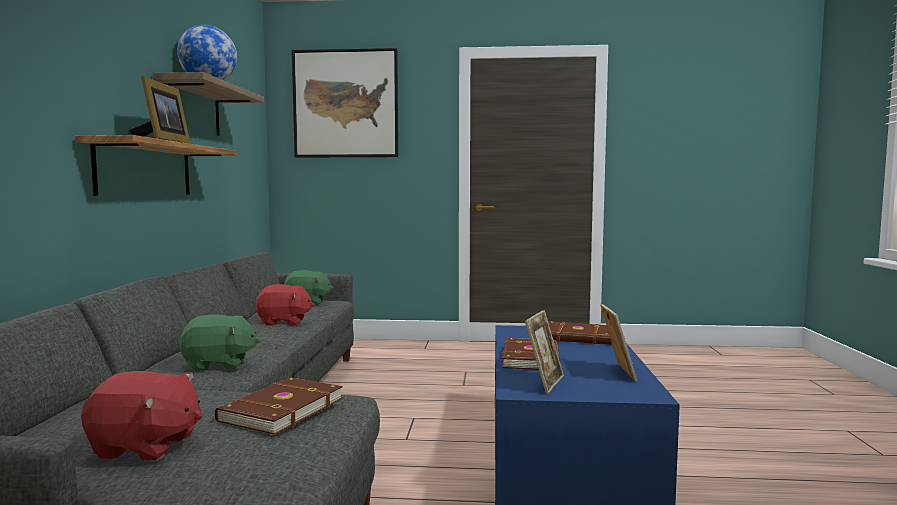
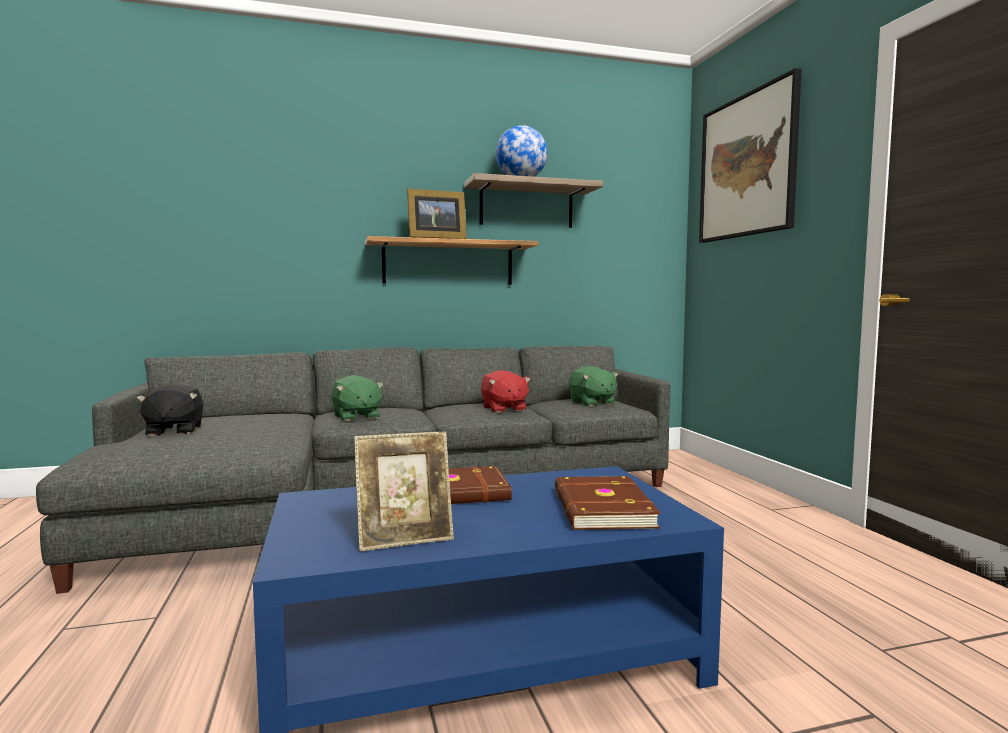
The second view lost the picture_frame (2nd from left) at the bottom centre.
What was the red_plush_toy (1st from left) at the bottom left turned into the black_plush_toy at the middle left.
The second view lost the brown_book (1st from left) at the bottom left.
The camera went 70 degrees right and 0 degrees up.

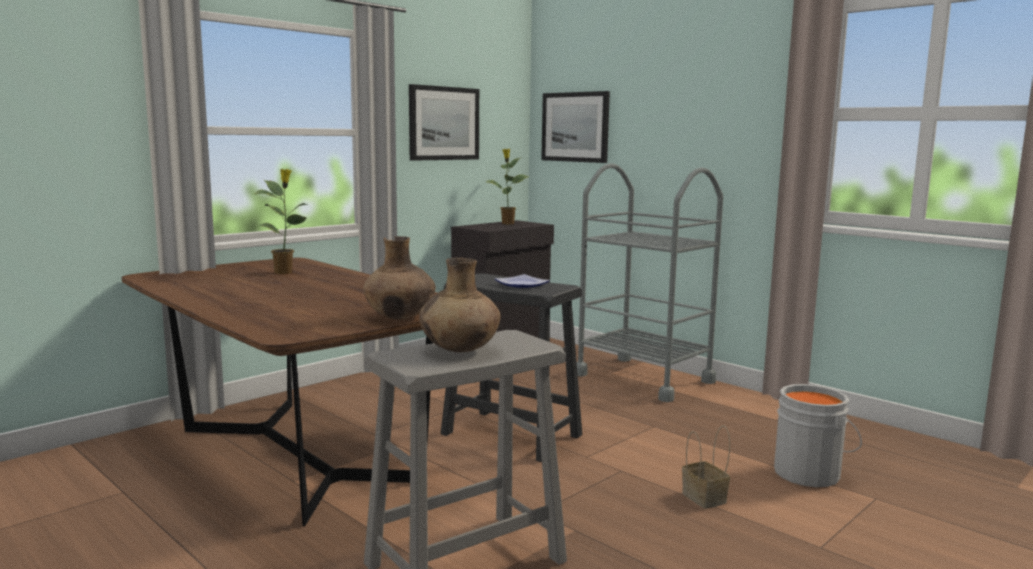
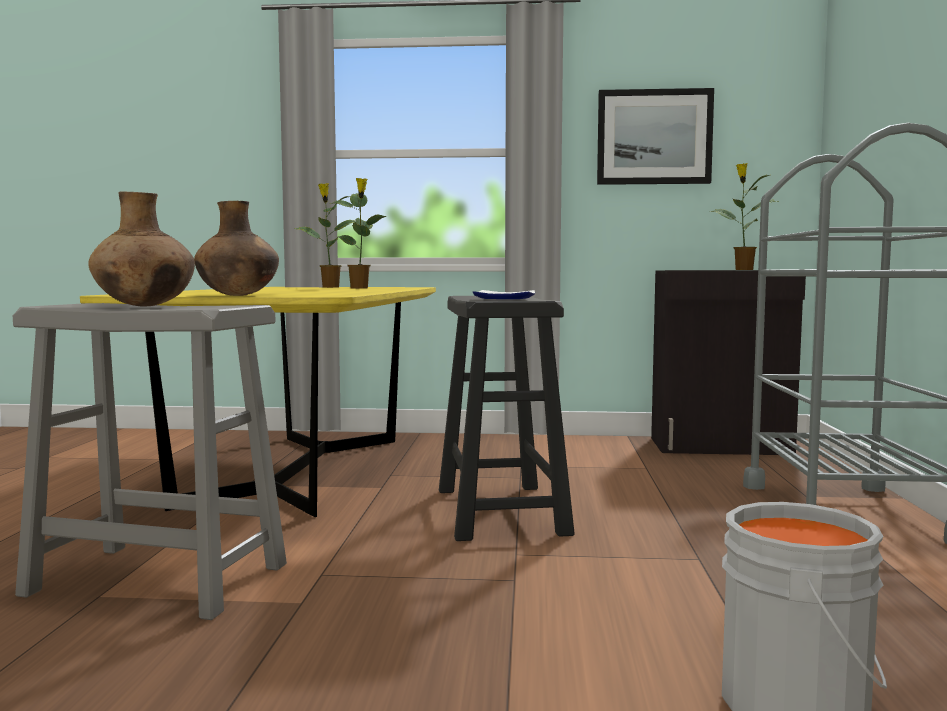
The second view lost the picture (2nd from left) at the top centre.
What was the brown_dining_table at the bottom left turned into the yellow_dining_table at the middle left.
The second view lost the basket at the bottom right.
The second view gained the potted_plant (1st from left) at the top centre.
The camera went 50 degrees right and 5 degrees down.

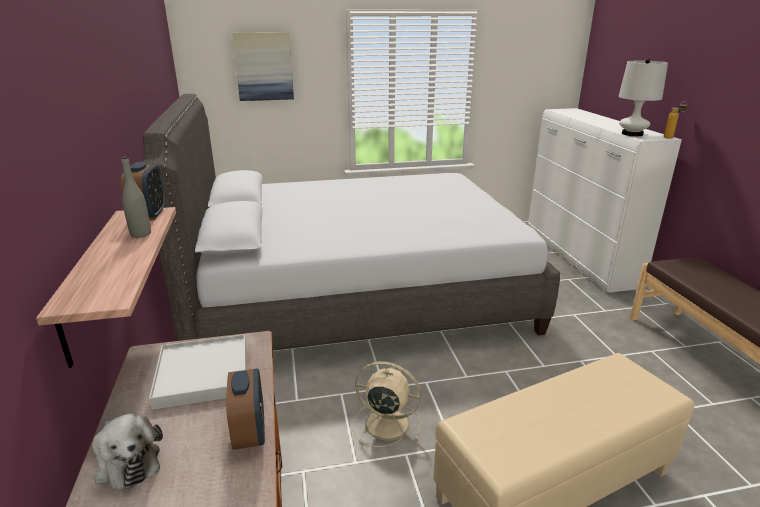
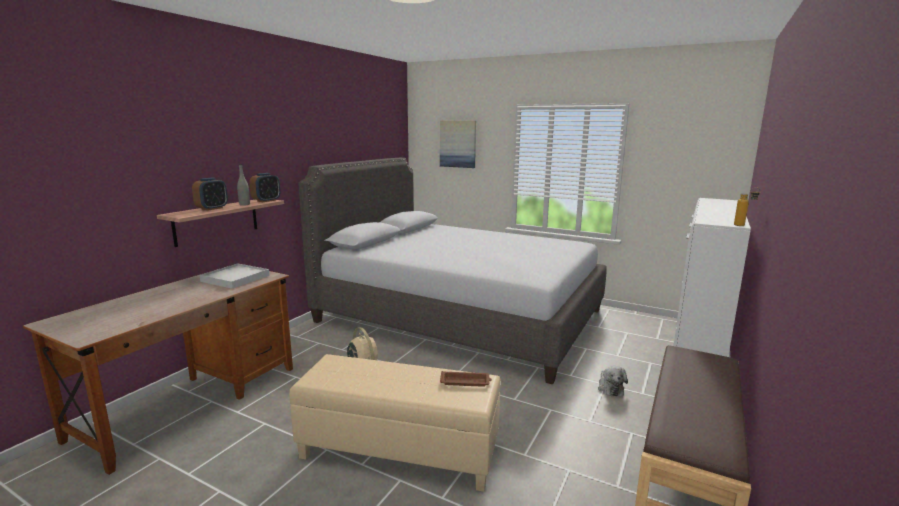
The second view lost the white_table_lamp at the top right.
The alarm_clock (2nd from left in the first image) ended up elsewhere, having gone from the bottom left to the middle left.
The plush_toy ended up elsewhere, having gone from the bottom left to the bottom right.
The second view gained the brown_tray at the bottom centre.
The camera went 40 degrees right and 10 degrees down.

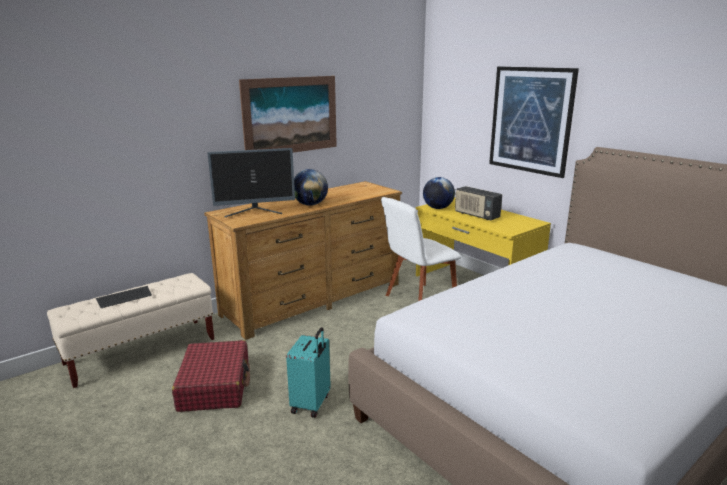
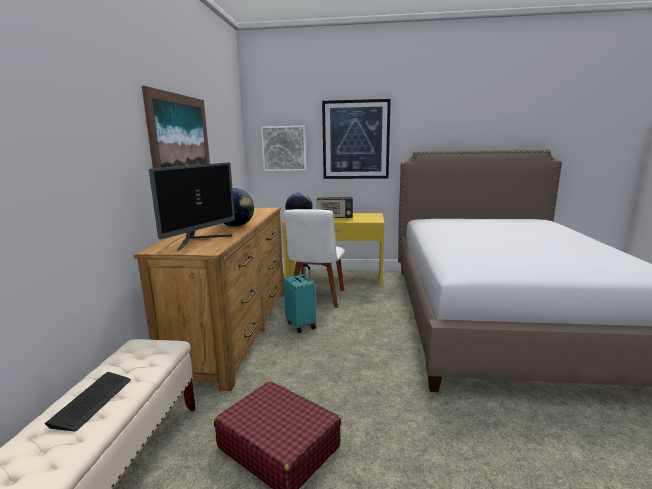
The turquoise_suitcase ended up elsewhere, having gone from the bottom centre to the centre.
The second view gained the picture (2nd from left) at the top centre.
The camera went 45 degrees left and 5 degrees down.

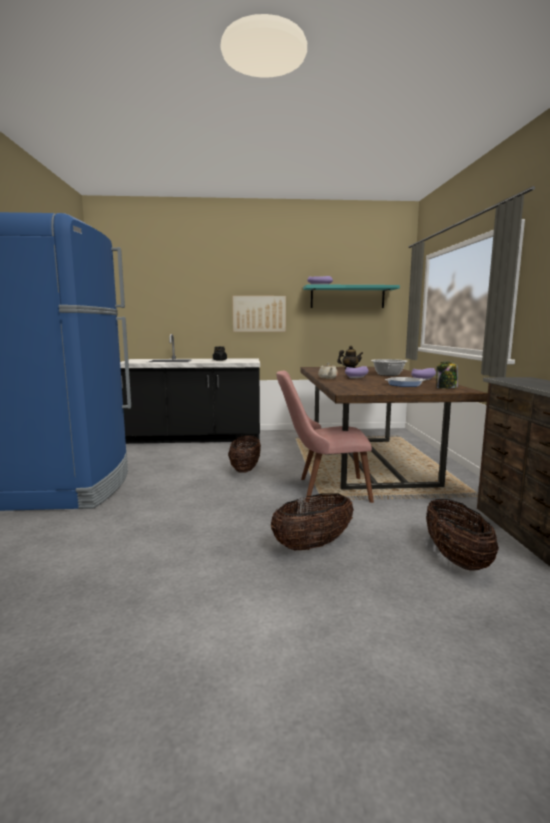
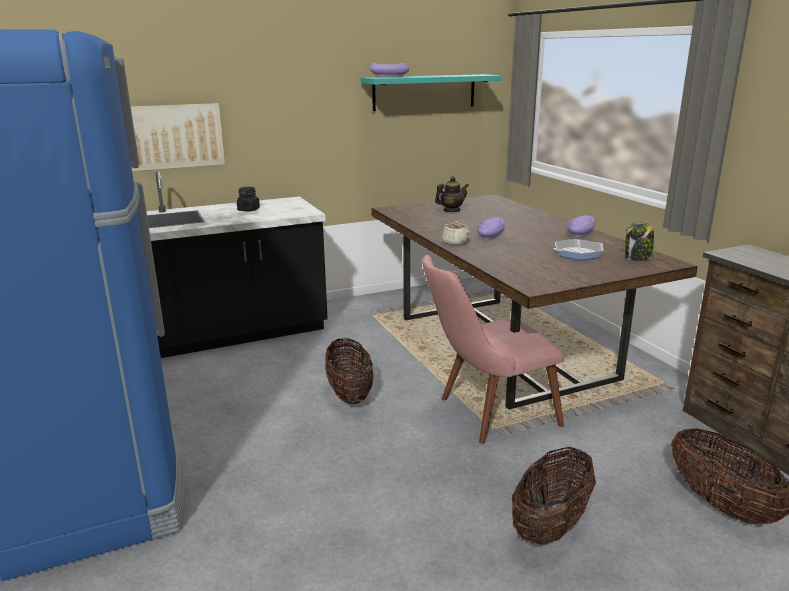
The picture ended up elsewhere, having gone from the centre to the top left.
The second view lost the cooking_pot at the middle right.
The camera went 20 degrees left and 10 degrees up.

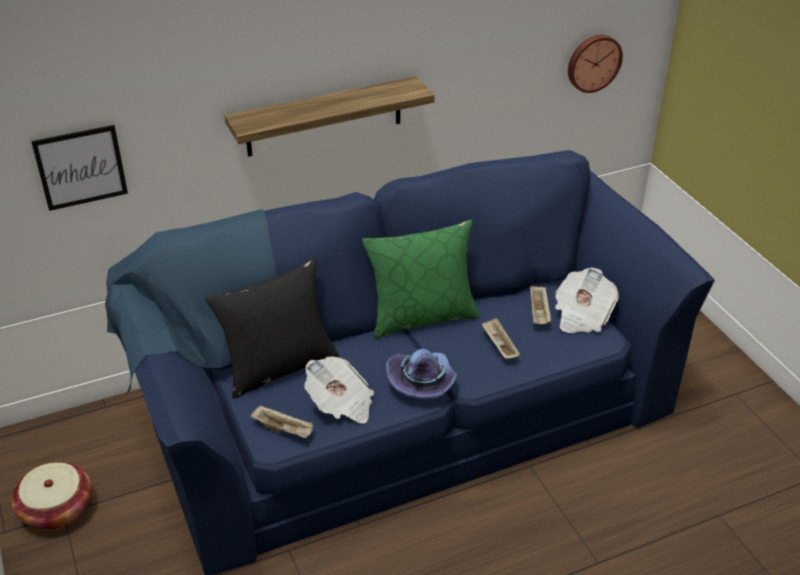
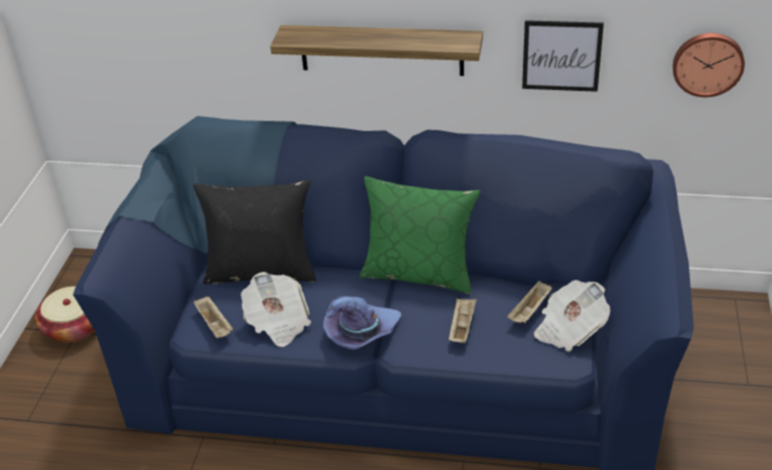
The picture ended up elsewhere, having gone from the top left to the top right.
The camera went 35 degrees right and 0 degrees up.

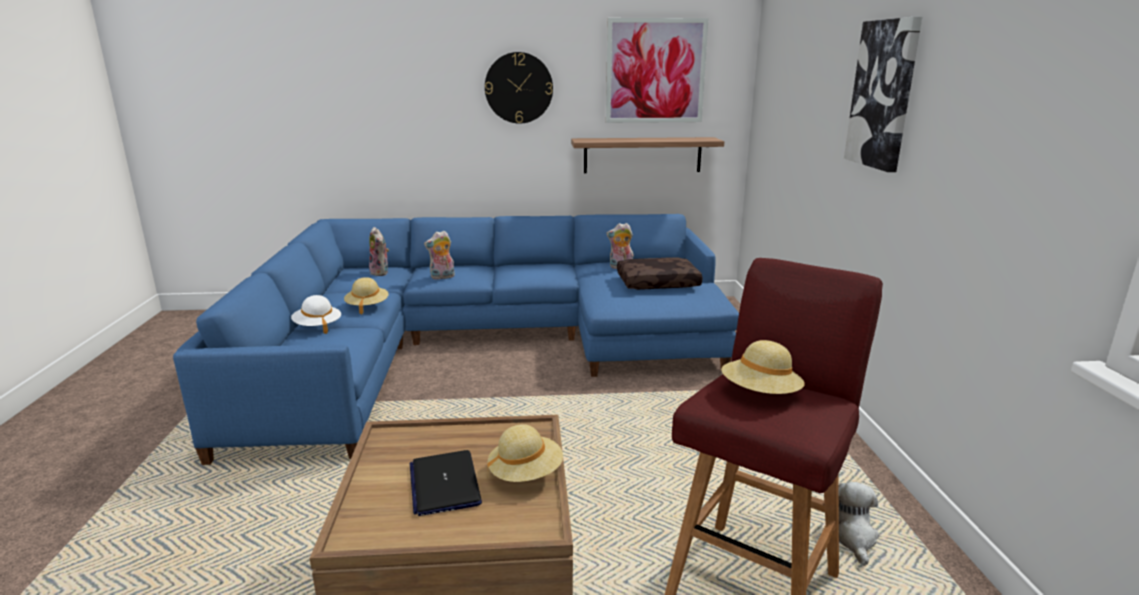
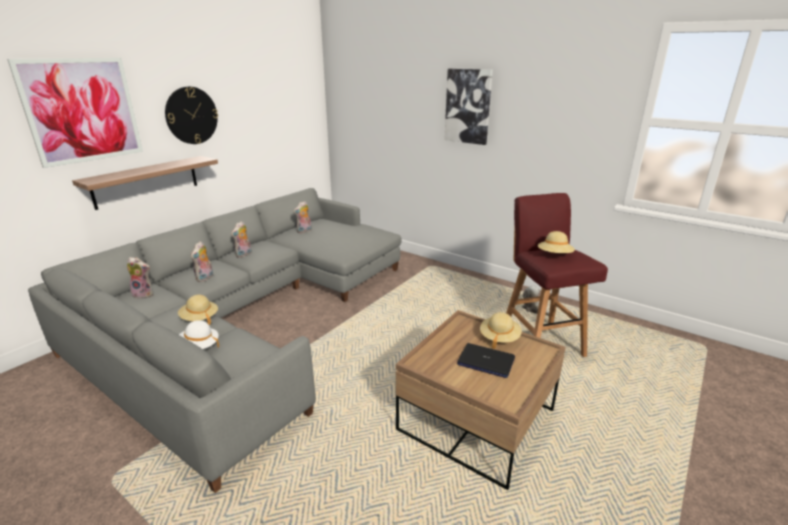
The picture (1st from left) ended up elsewhere, having gone from the top centre to the top left.
The shelf ended up elsewhere, having gone from the top centre to the middle left.
What was the blue_sofa at the centre turned into the grey_sofa at the middle left.
The second view lost the brown_pillow at the centre.
The second view gained the plush_toy (3rd from left) at the middle left.
The camera went 50 degrees left and 5 degrees up.

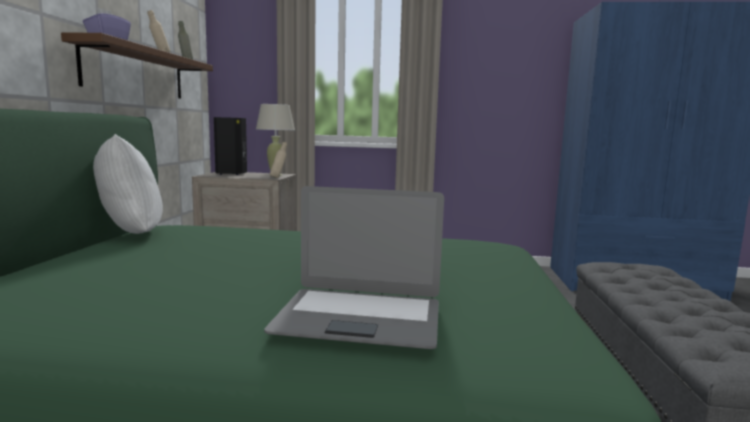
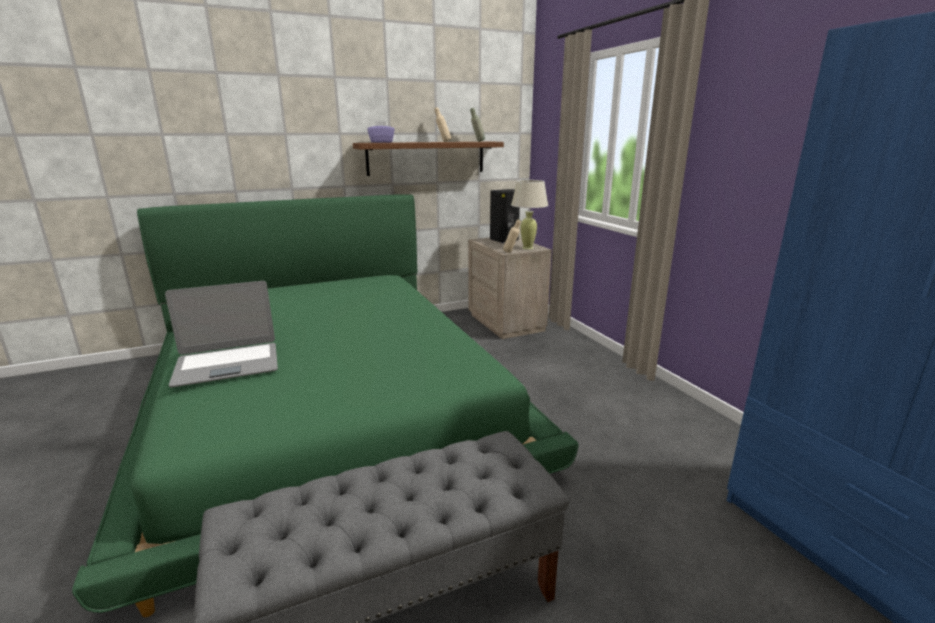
The second view lost the white_pillow at the middle left.
The laptop at the centre ended up facing another way, 90 degrees counterclockwise from before.
The camera went 60 degrees right and 10 degrees up.

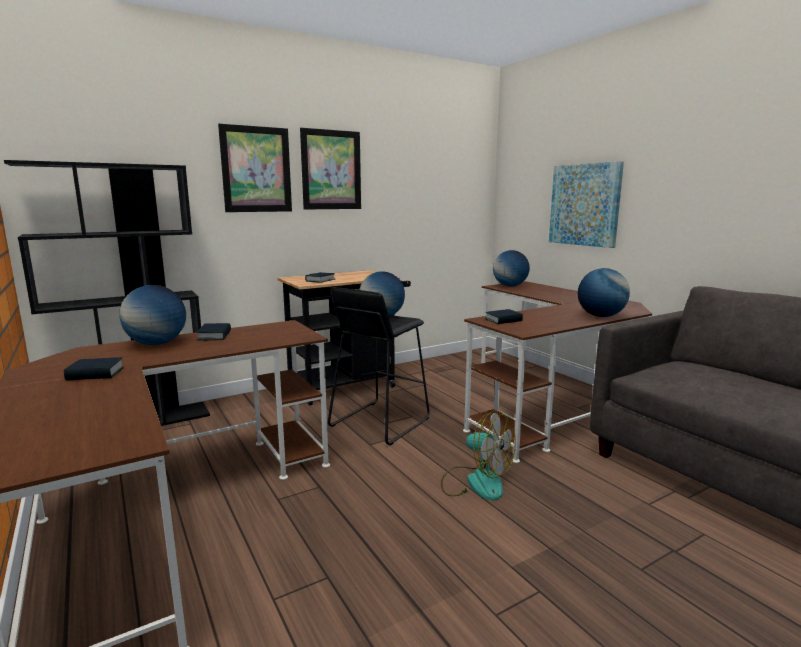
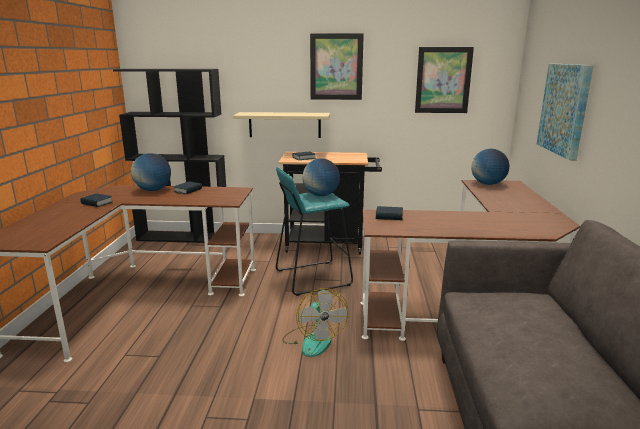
The picture (1st from left in the first image) ended up elsewhere, having gone from the top left to the top right.
The second view lost the globe (4th from left) at the middle right.
What was the black_stool at the centre turned into the turquoise_stool at the centre.
The second view gained the beige_shelf at the top centre.
The camera went 35 degrees right and 5 degrees up.

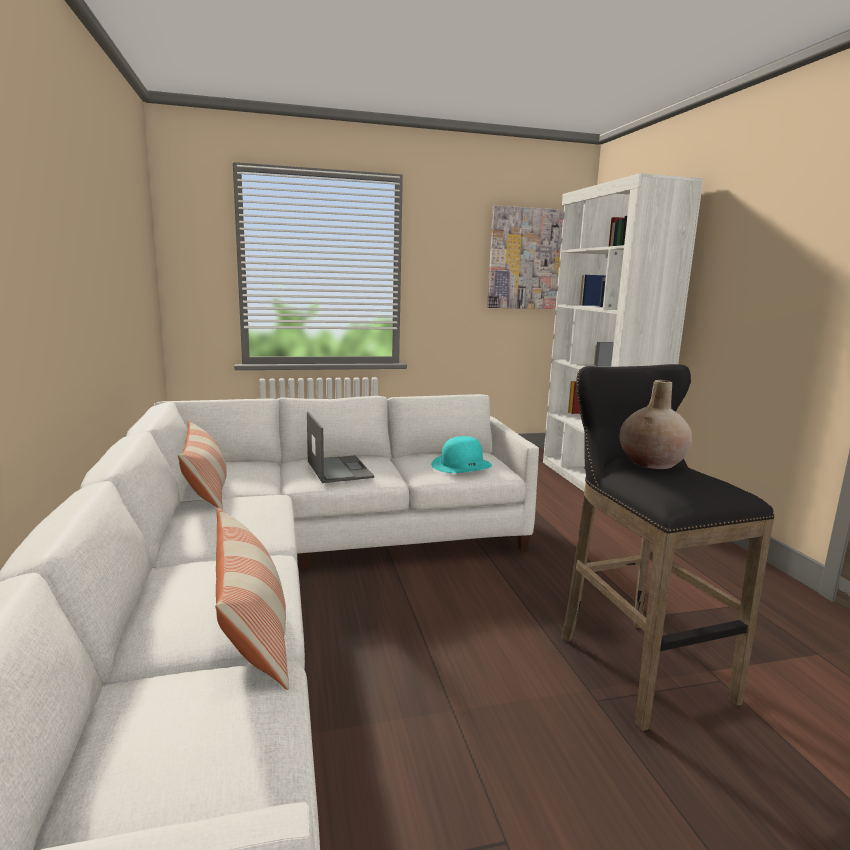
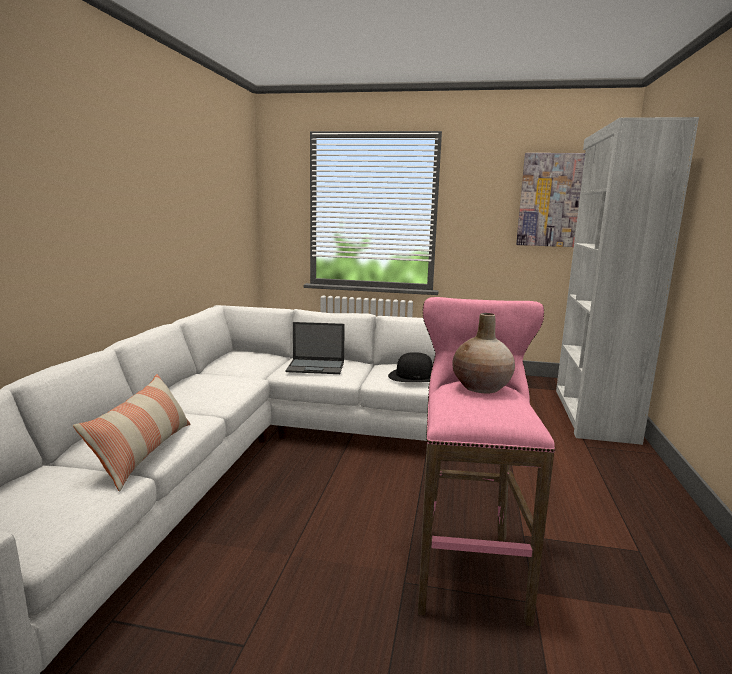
What was the black_stool at the middle right turned into the pink_stool at the bottom centre.
The laptop at the centre ended up facing another way, 90 degrees clockwise from before.
The second view lost the pillow (1st from left) at the middle left.
What was the turquoise_hat at the centre turned into the black_hat at the centre.
The camera went 25 degrees right and 0 degrees up.

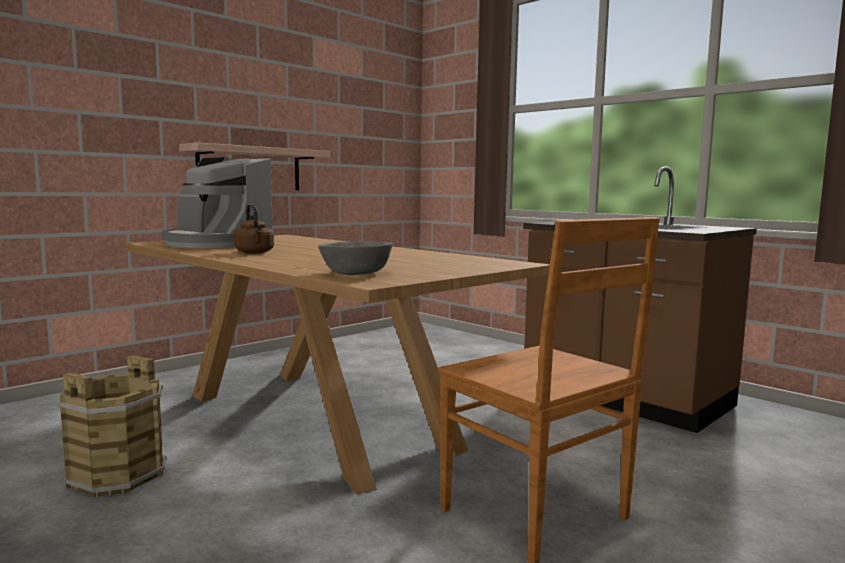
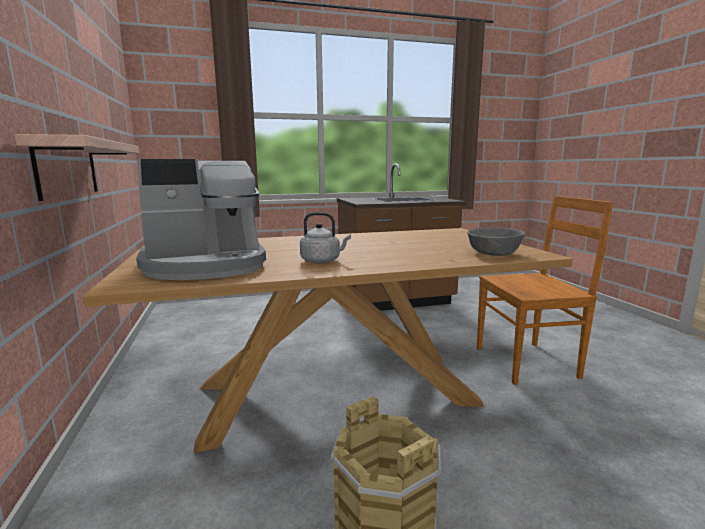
What was the brown_kettle at the middle left turned into the grey_kettle at the centre.
The camera went 60 degrees left and 5 degrees up.

